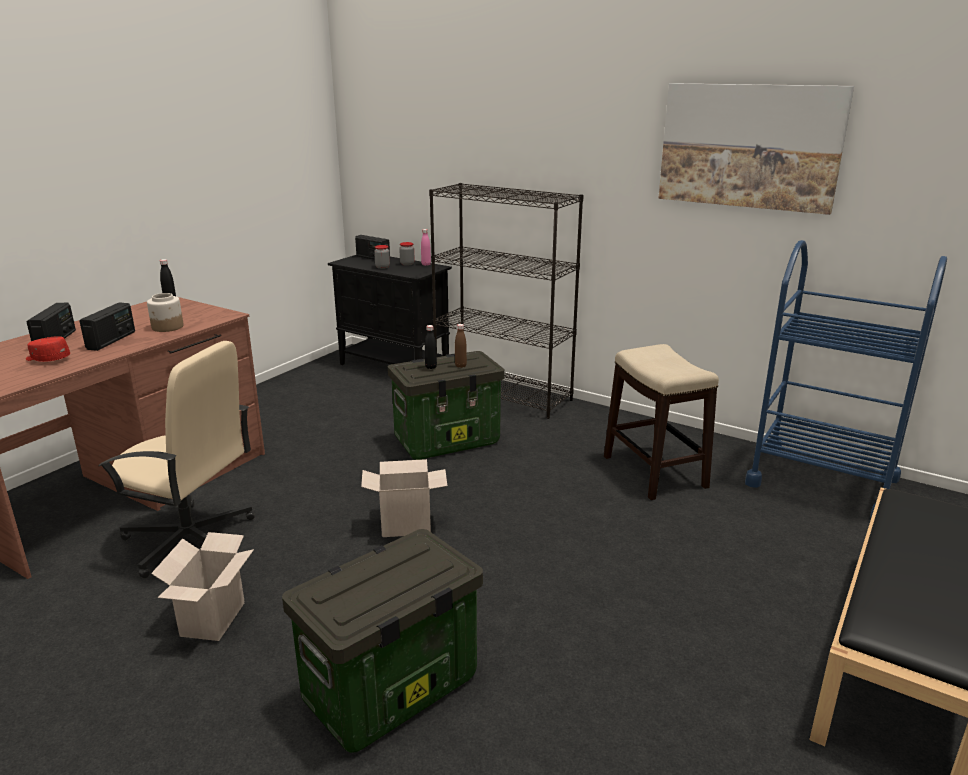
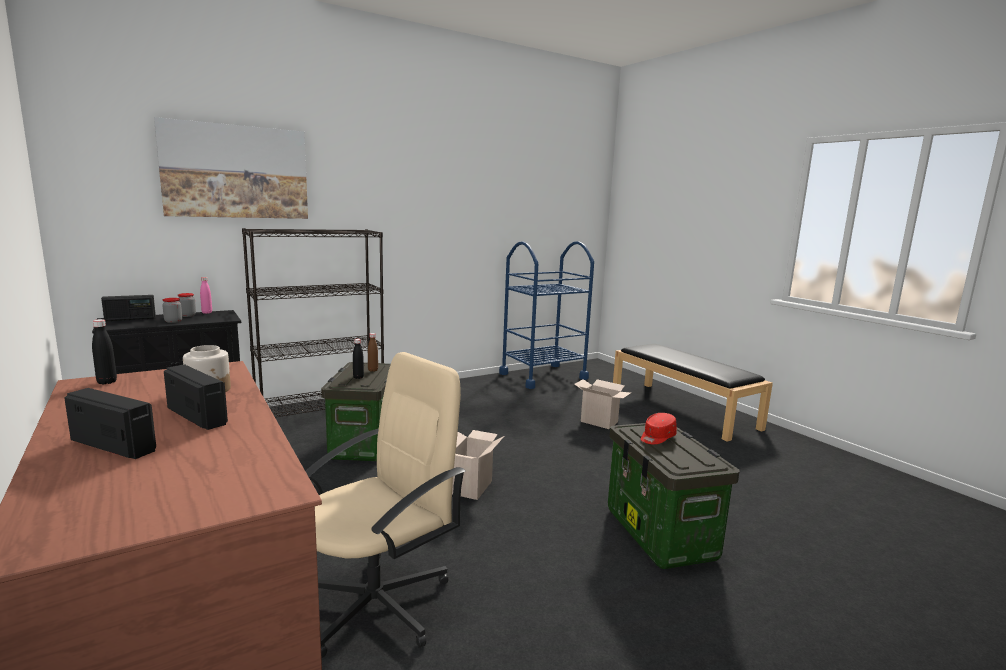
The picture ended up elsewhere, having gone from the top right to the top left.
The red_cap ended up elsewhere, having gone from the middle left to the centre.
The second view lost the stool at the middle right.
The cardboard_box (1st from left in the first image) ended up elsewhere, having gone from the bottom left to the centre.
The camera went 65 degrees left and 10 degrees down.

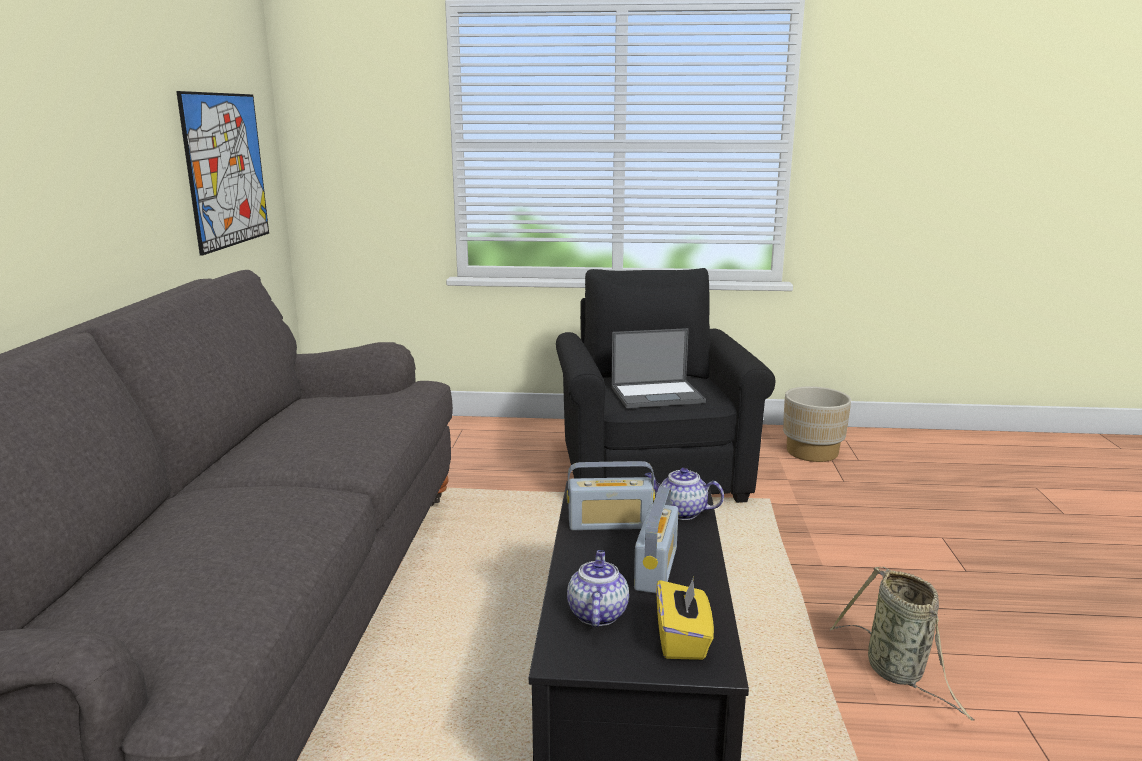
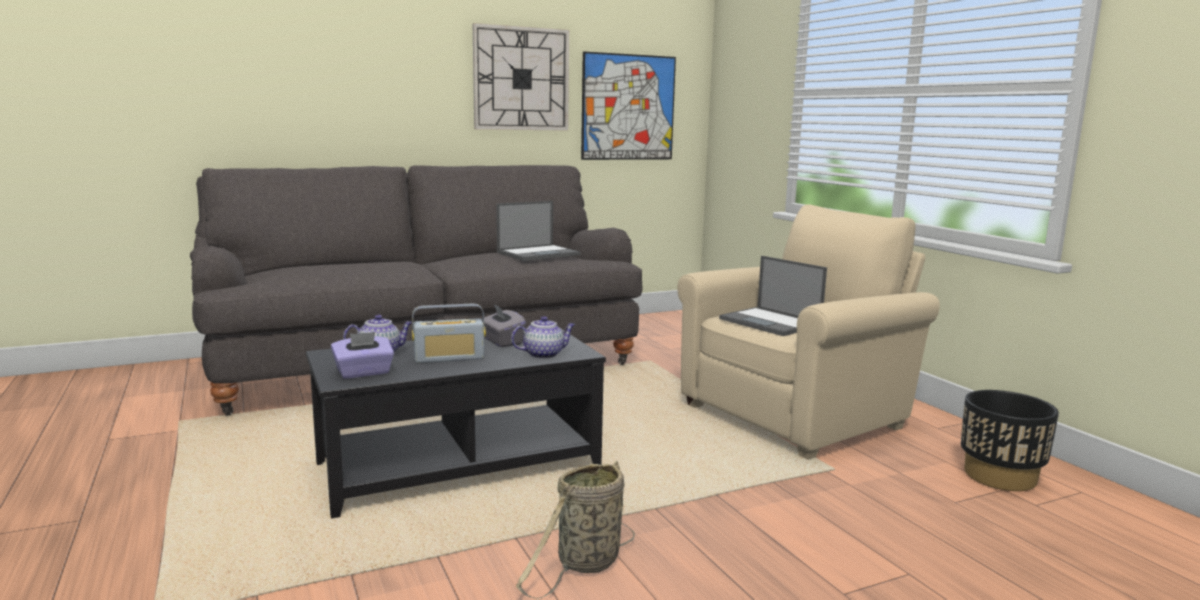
What was the black_armchair at the centre turned into the beige_armchair at the middle right.
What was the beige_planter at the middle right turned into the black_planter at the bottom right.
Where the radio (1st from left) stood at the centre, the grey_tissue_box came to stand at the centre.
The teapot (2nd from left) at the centre ended up facing another way, 75 degrees clockwise from before.
What was the yellow_tissue_box at the bottom centre turned into the purple_tissue_box at the middle left.
The second view gained the wall_clock at the top centre.
The second view gained the laptop (1st from left) at the centre.
The camera went 60 degrees right and 5 degrees down.

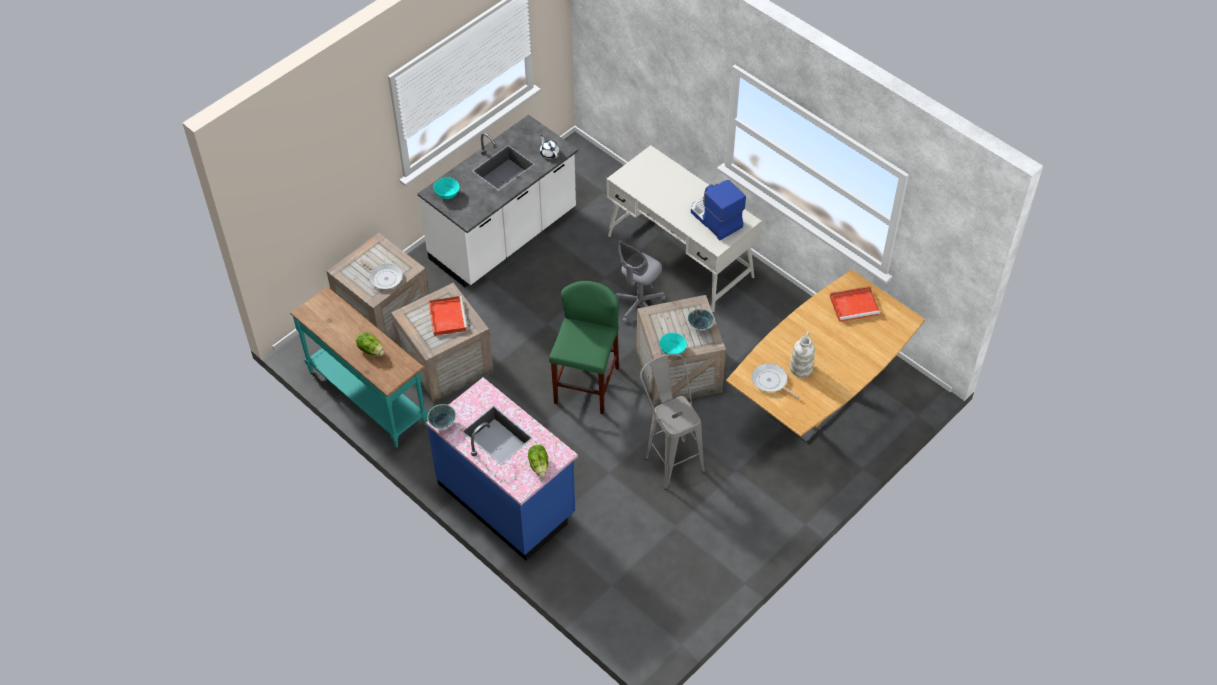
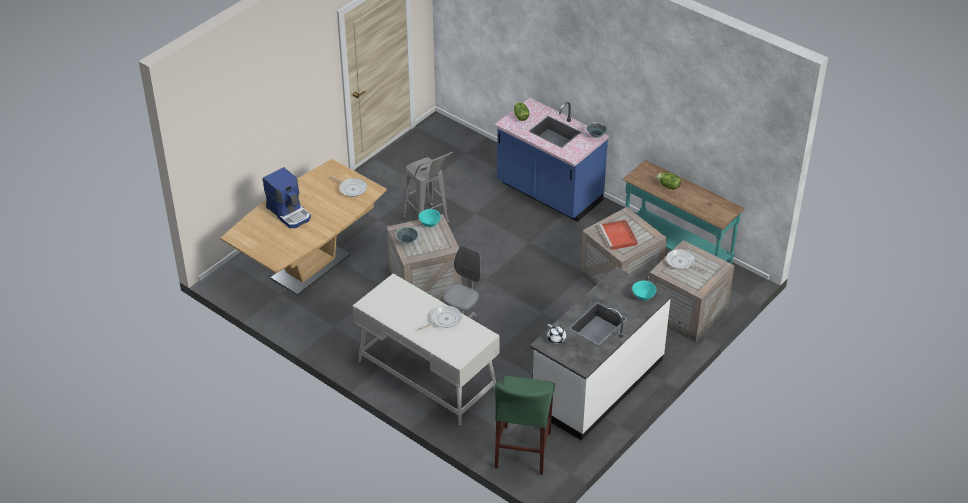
The coffee_machine ended up elsewhere, having gone from the top centre to the middle left.
The green_stool ended up elsewhere, having gone from the centre to the bottom centre.
The second view lost the red_tray (2nd from left) at the middle right.
The second view lost the white_vase at the centre.
The second view gained the frying_pan (2nd from left) at the centre.
The camera went 175 degrees right and 10 degrees down.

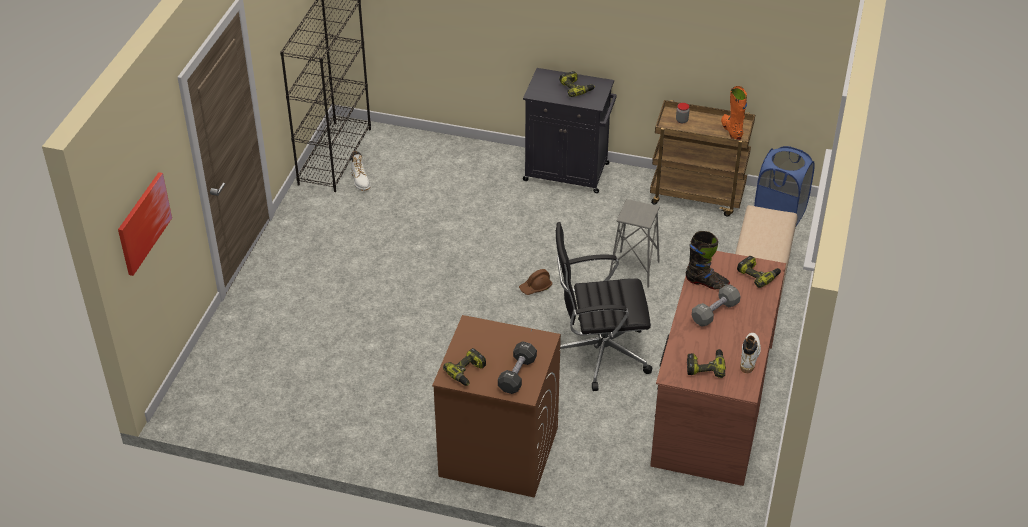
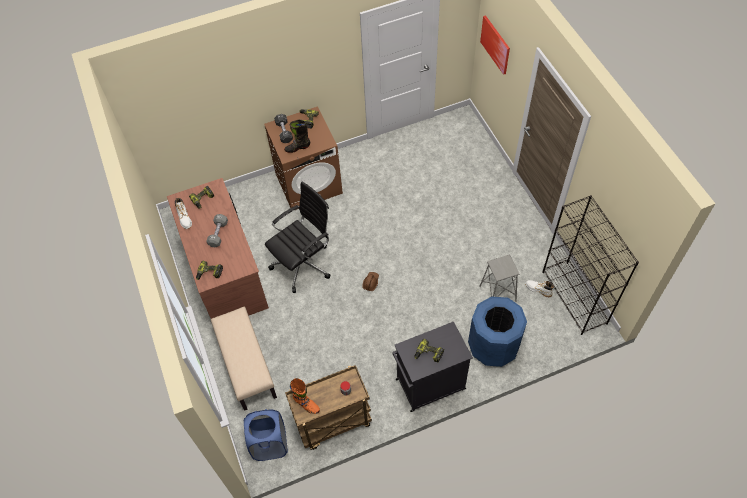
The grey_stool ended up elsewhere, having gone from the centre to the middle right.
The black_boot ended up elsewhere, having gone from the middle right to the top centre.
The second view gained the blue_trash_can at the bottom centre.
The camera went 145 degrees right and 15 degrees up.

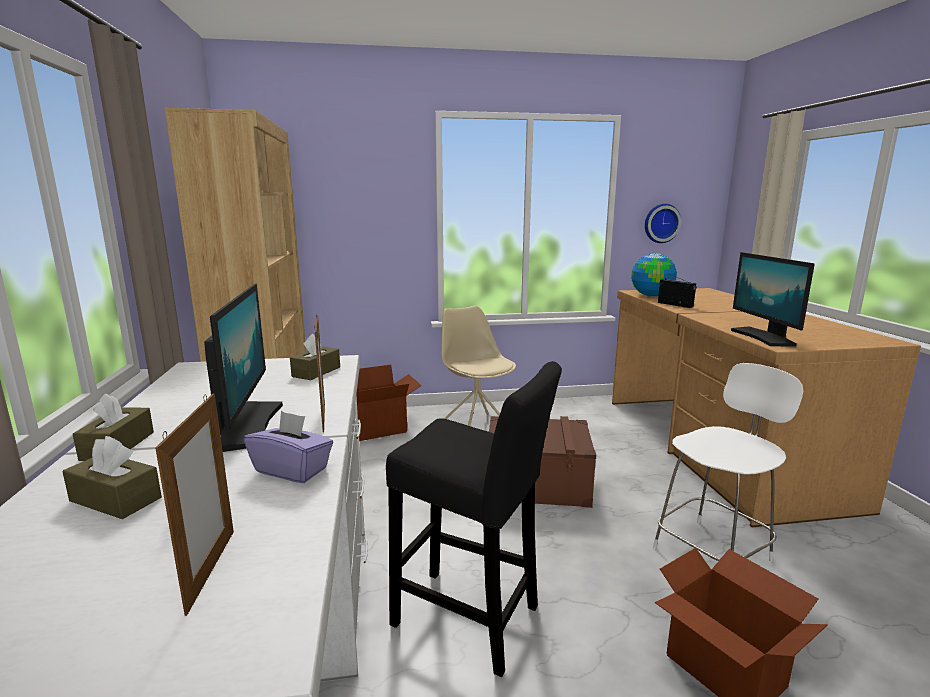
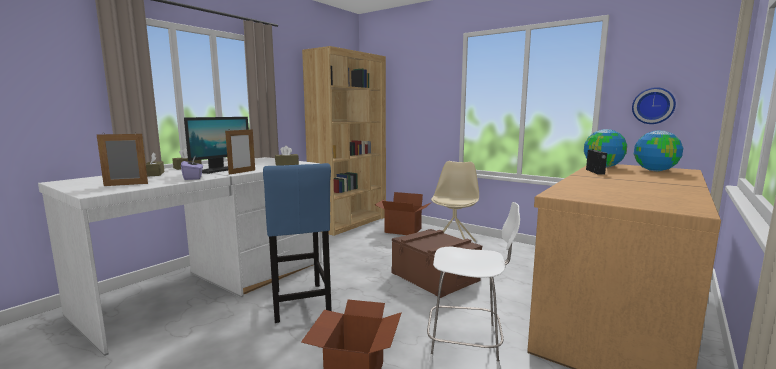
The second view lost the monitor (2nd from left) at the middle right.
What was the black_stool at the bottom centre turned into the blue_stool at the centre.
The picture_frame (1st from left) at the bottom left ended up facing another way, 150 degrees counterclockwise from before.
The second view gained the globe (2nd from left) at the middle right.
The camera went 45 degrees right and 5 degrees down.

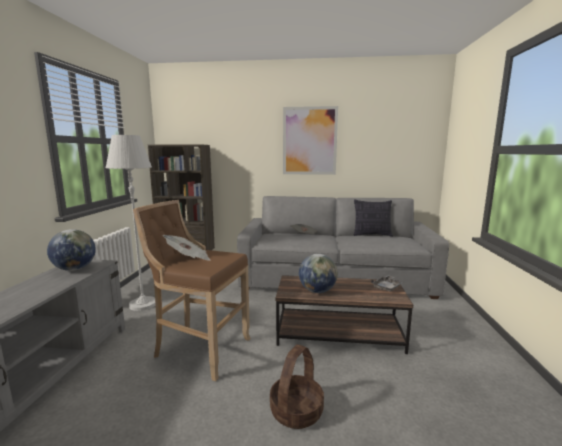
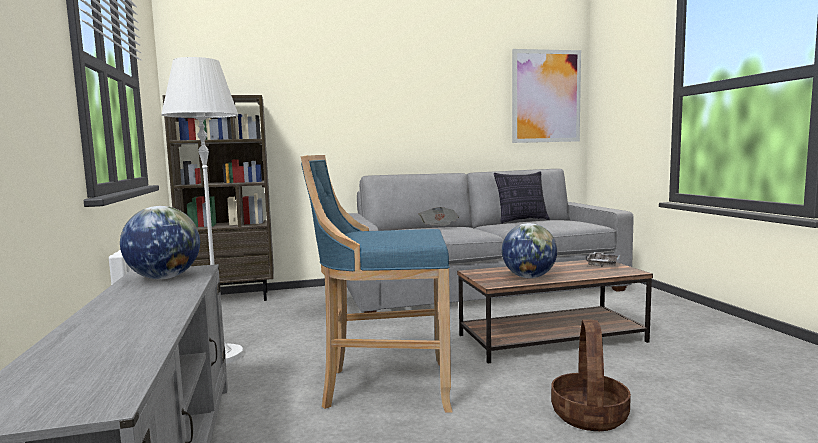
The picture ended up elsewhere, having gone from the top centre to the top right.
What was the brown_stool at the centre turned into the blue_stool at the centre.
The second view lost the newspaper (1st from left) at the middle left.
The camera went 20 degrees left and 5 degrees down.

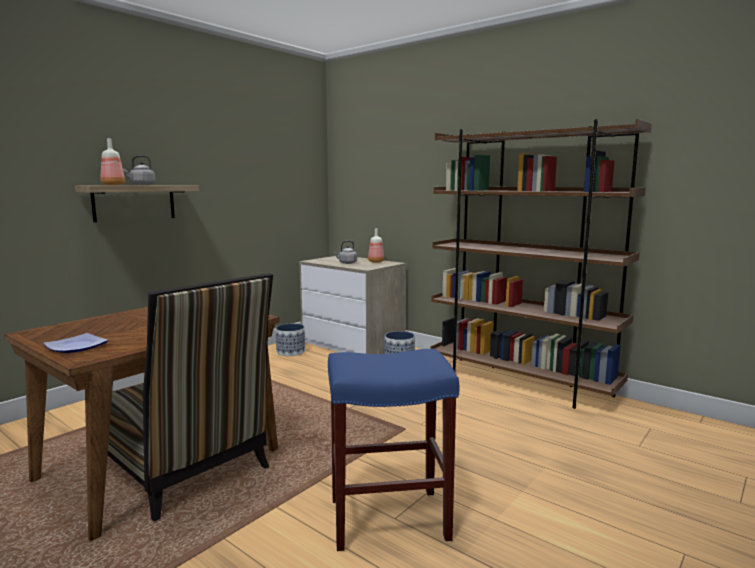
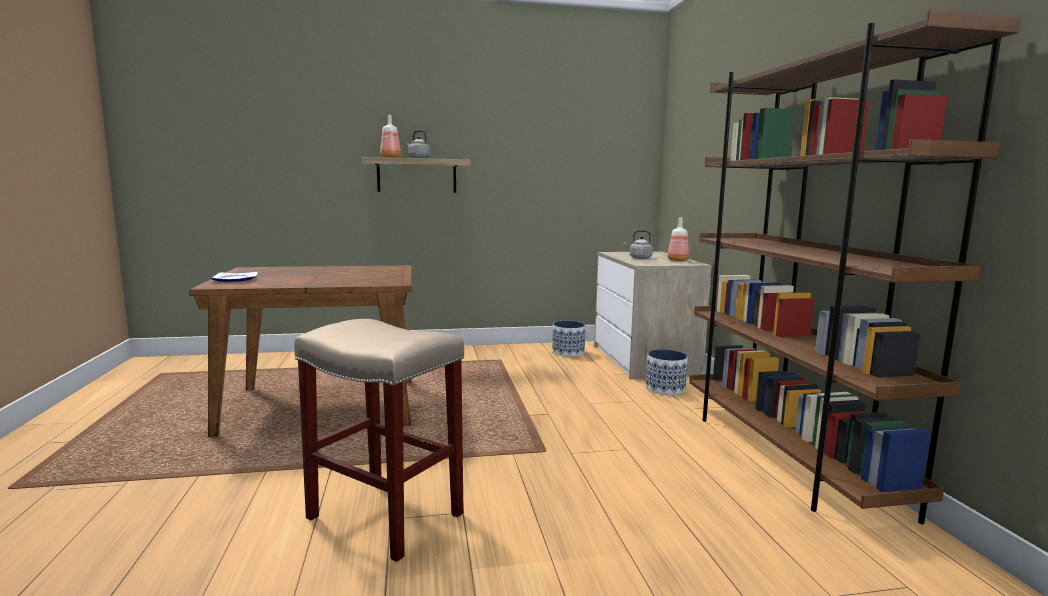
The second view lost the chair at the bottom left.
What was the blue_stool at the bottom centre turned into the beige_stool at the bottom centre.
The camera went 40 degrees right and 0 degrees up.

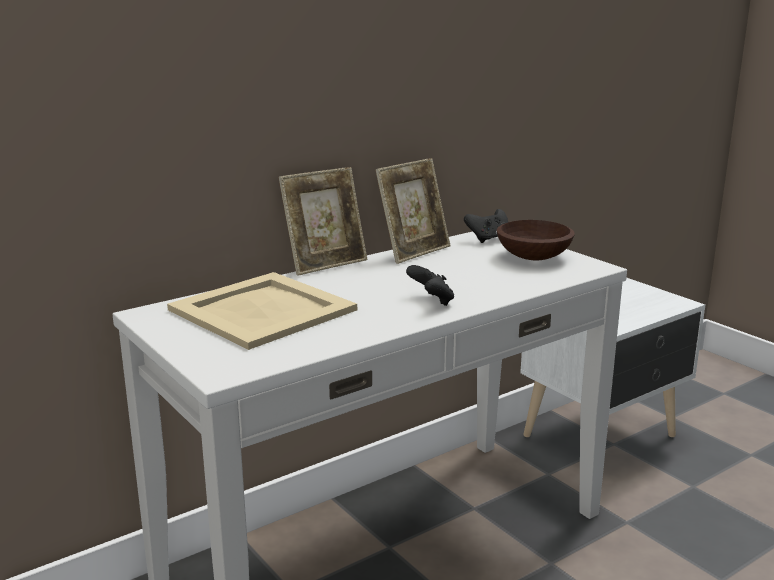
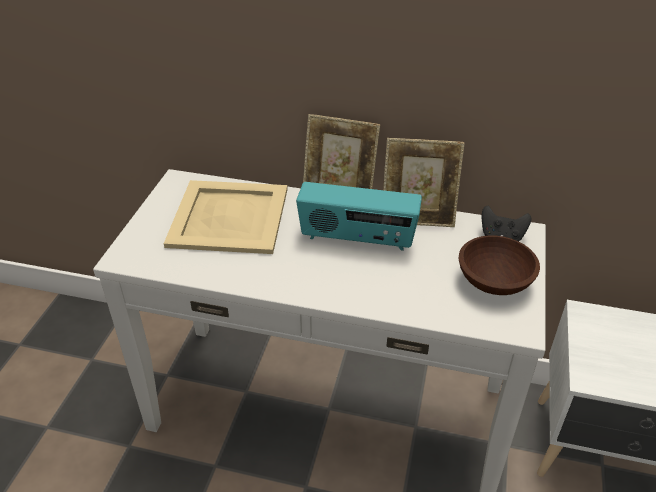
The second view lost the black_game_controller (1st from left) at the centre.
The second view gained the radio at the centre.
The camera went 50 degrees right and 20 degrees up.

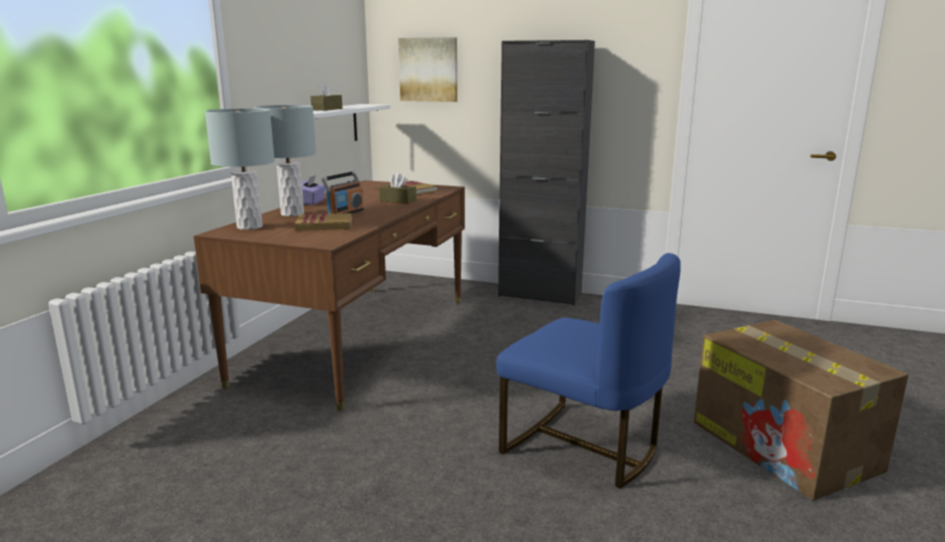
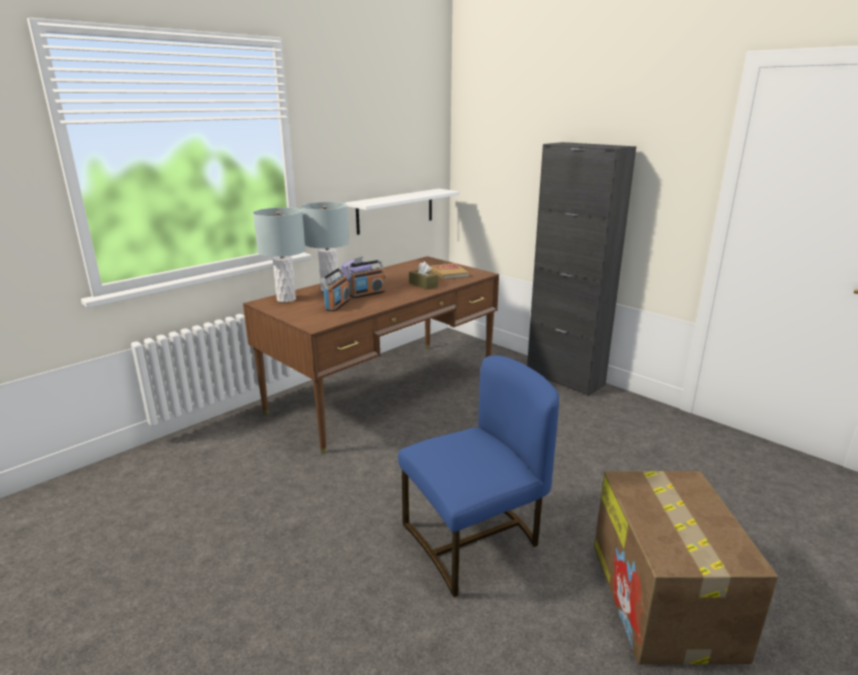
The second view lost the picture at the top centre.
The second view lost the brown_tissue_box (1st from left) at the top centre.
Where the book (1st from left) stood at the centre, the radio (1st from left) came to stand at the centre.
The blue_chair at the bottom centre ended up facing another way, 90 degrees counterclockwise from before.
The camera went 25 degrees right and 5 degrees up.

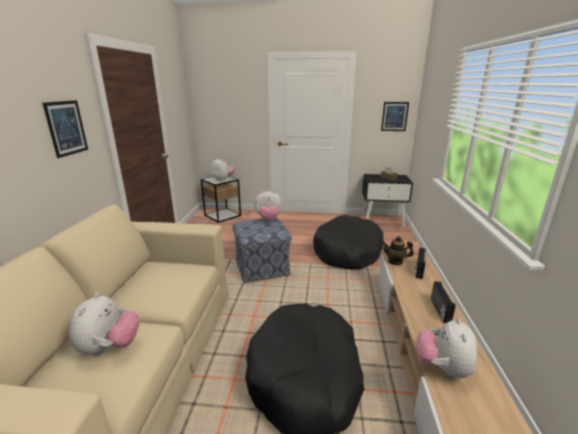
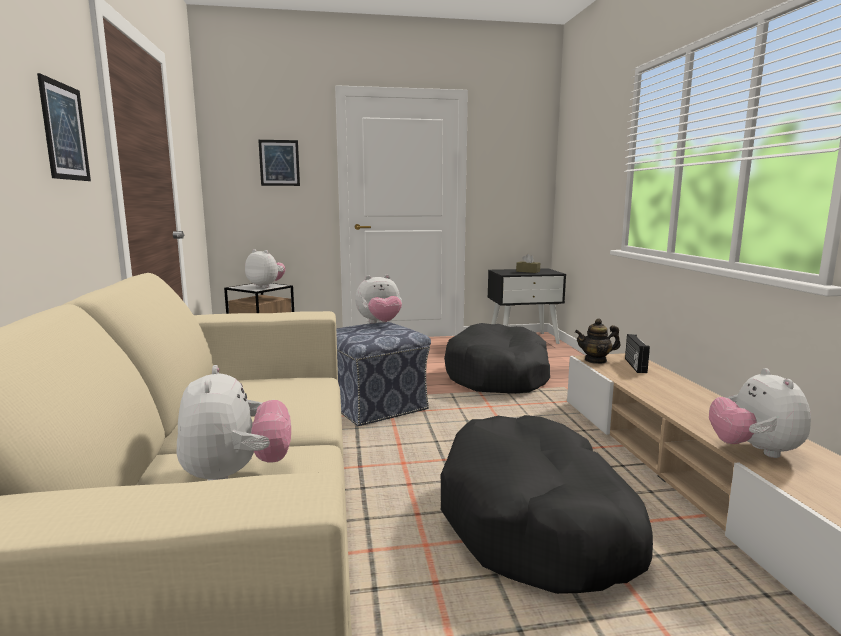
The picture (2nd from left) ended up elsewhere, having gone from the top right to the top left.
The second view lost the radio (2nd from left) at the bottom right.
The camera went 15 degrees left and 10 degrees down.

